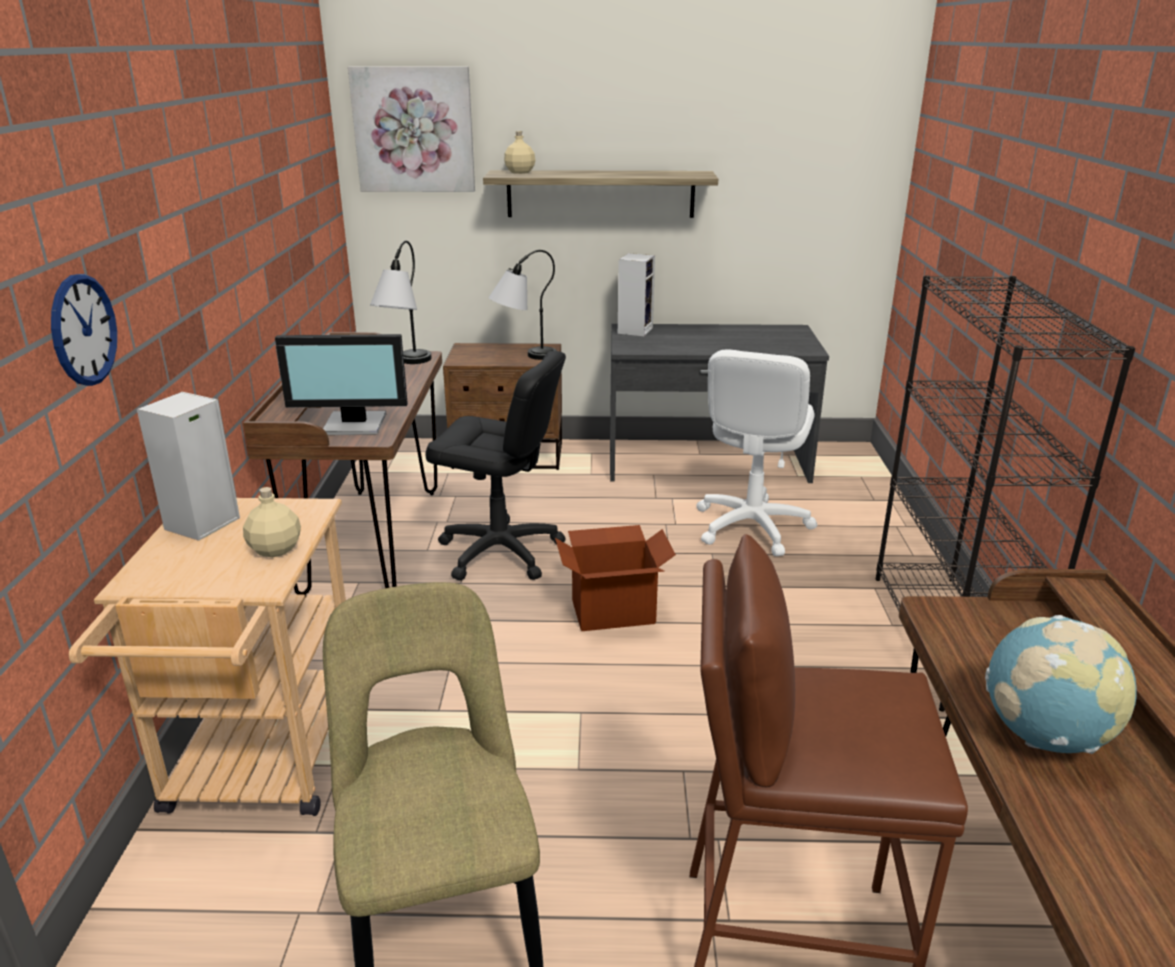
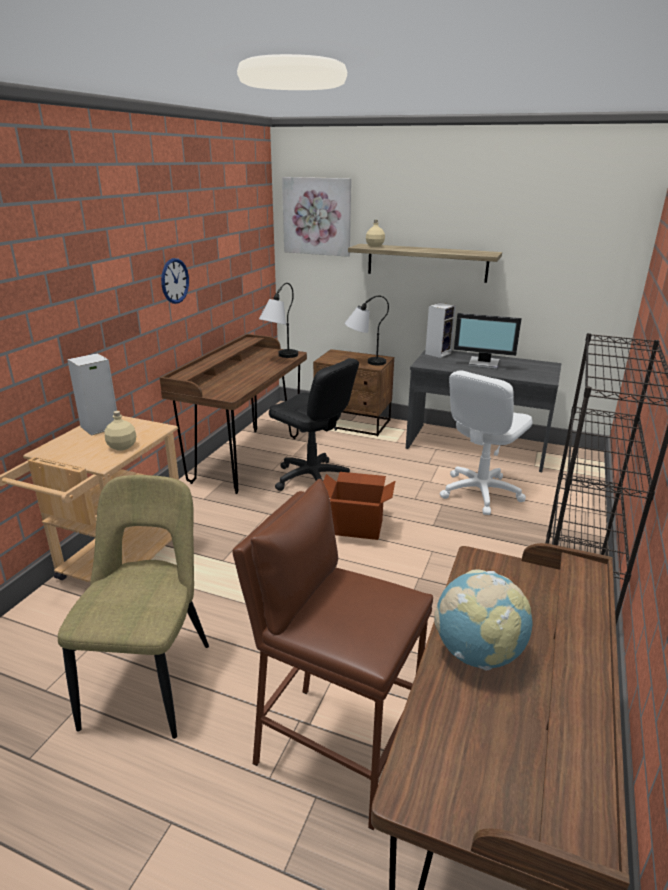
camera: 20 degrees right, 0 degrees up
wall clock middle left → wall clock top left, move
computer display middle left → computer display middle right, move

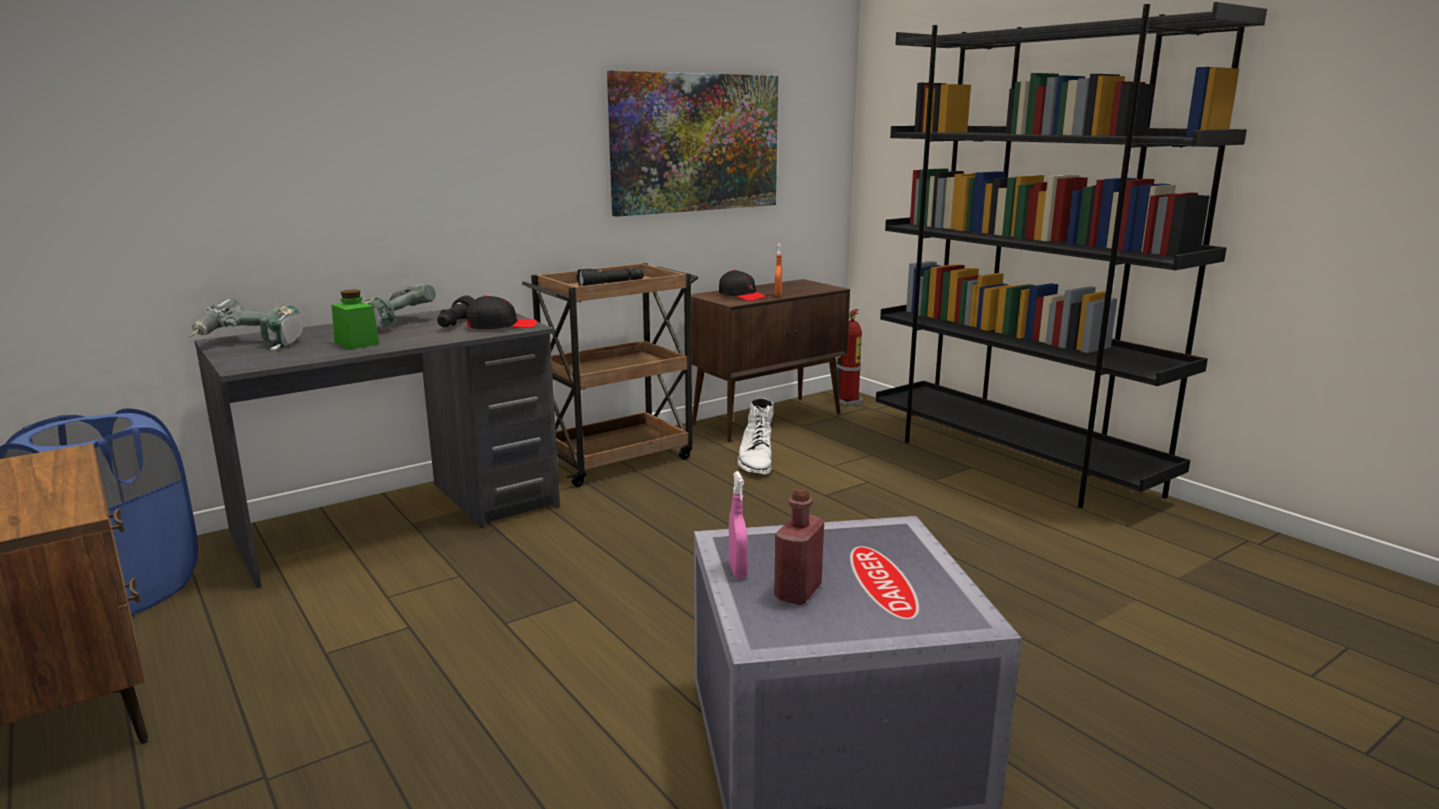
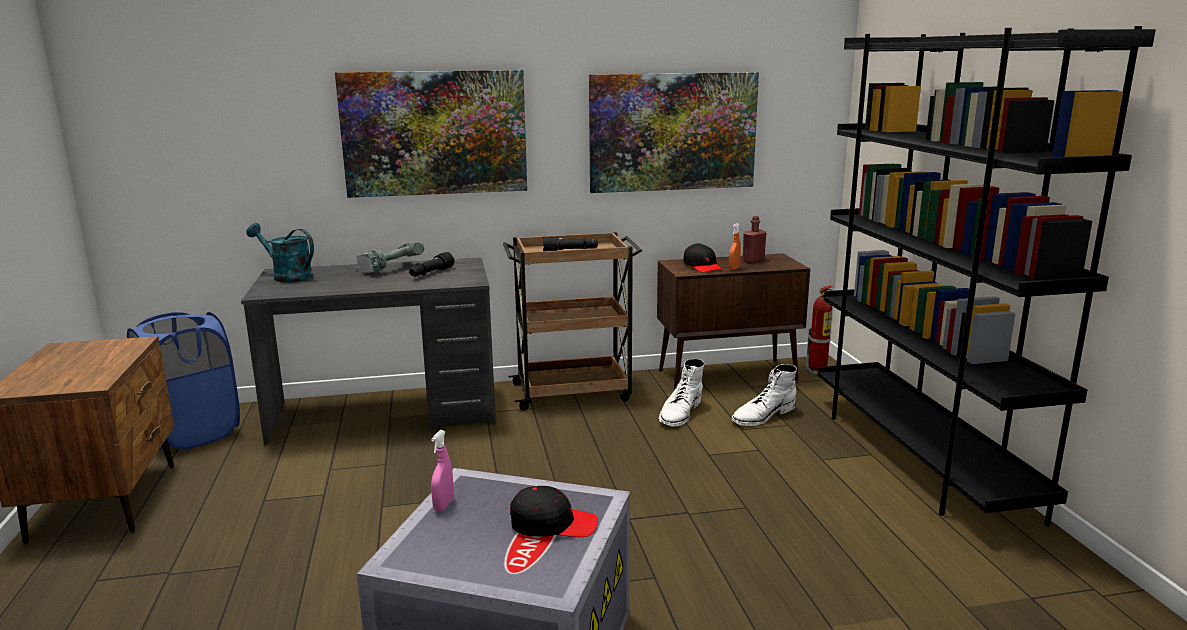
camera: 25 degrees right, 0 degrees up
green-coloured storage jar middle left → -
- → wall picture (1st from left) top centre
- → whitish tall boot (2nd from left) centre
black-coloured cap (1st from left) centre → black-coloured cap (1st from left) bottom centre, move
red-coloured bottle bottom centre → red-coloured bottle centre, move
power drill (1st from left) middle left → blue-green sprinkling can middle left

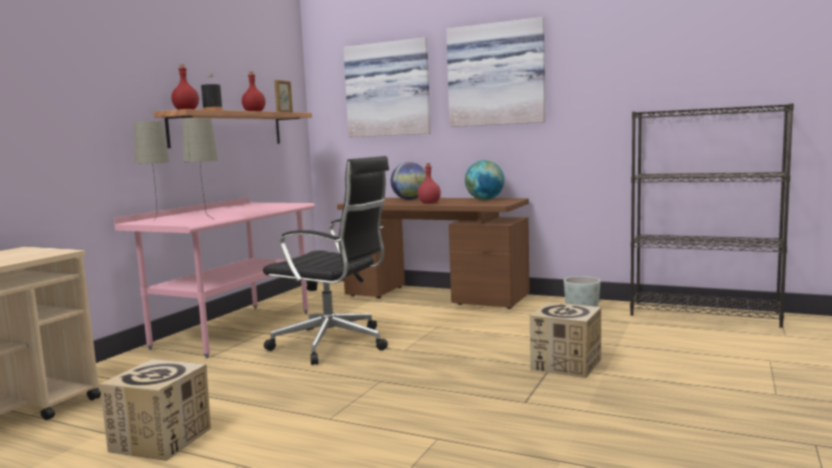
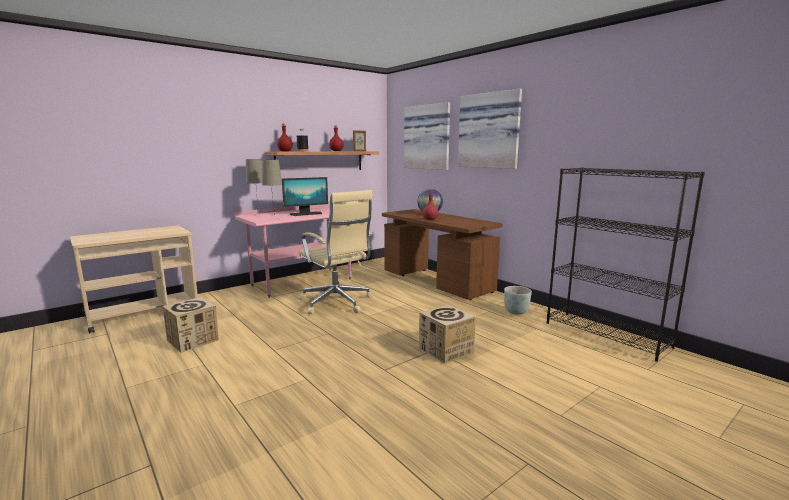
camera: 25 degrees right, 5 degrees up
world globe (2nd from left) centre → -
- → computer display centre
black-coloured office chair centre → sand-coloured office chair centre

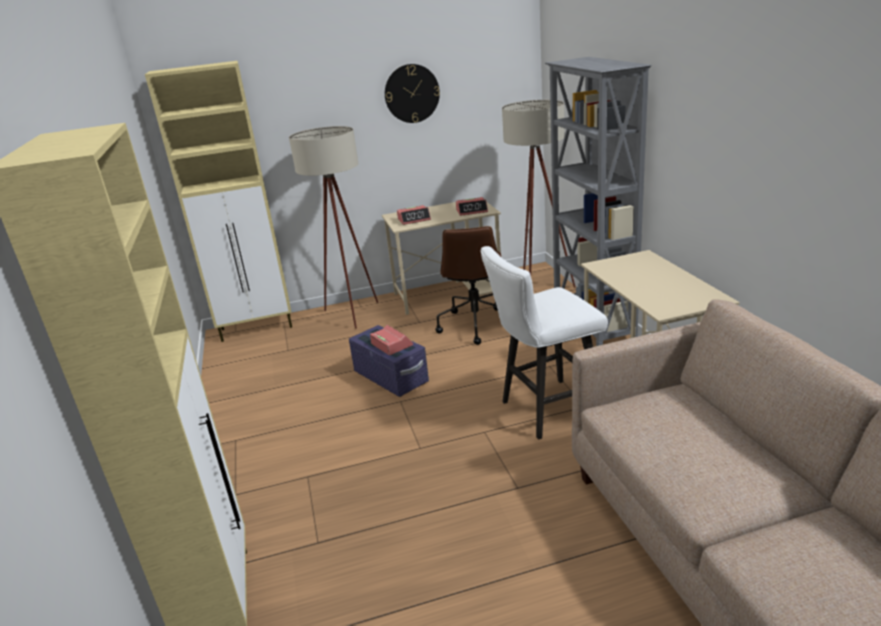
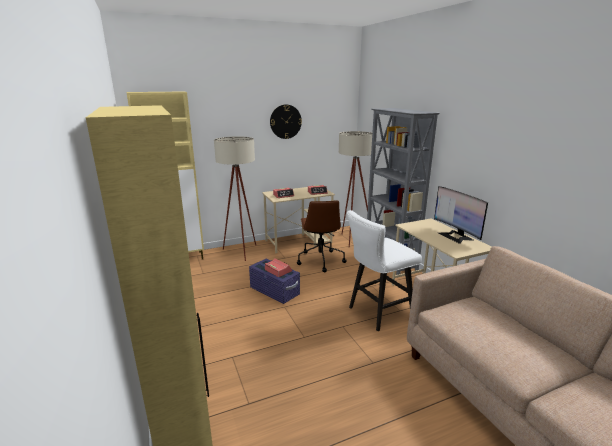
camera: 10 degrees left, 5 degrees down
- → computer display middle right

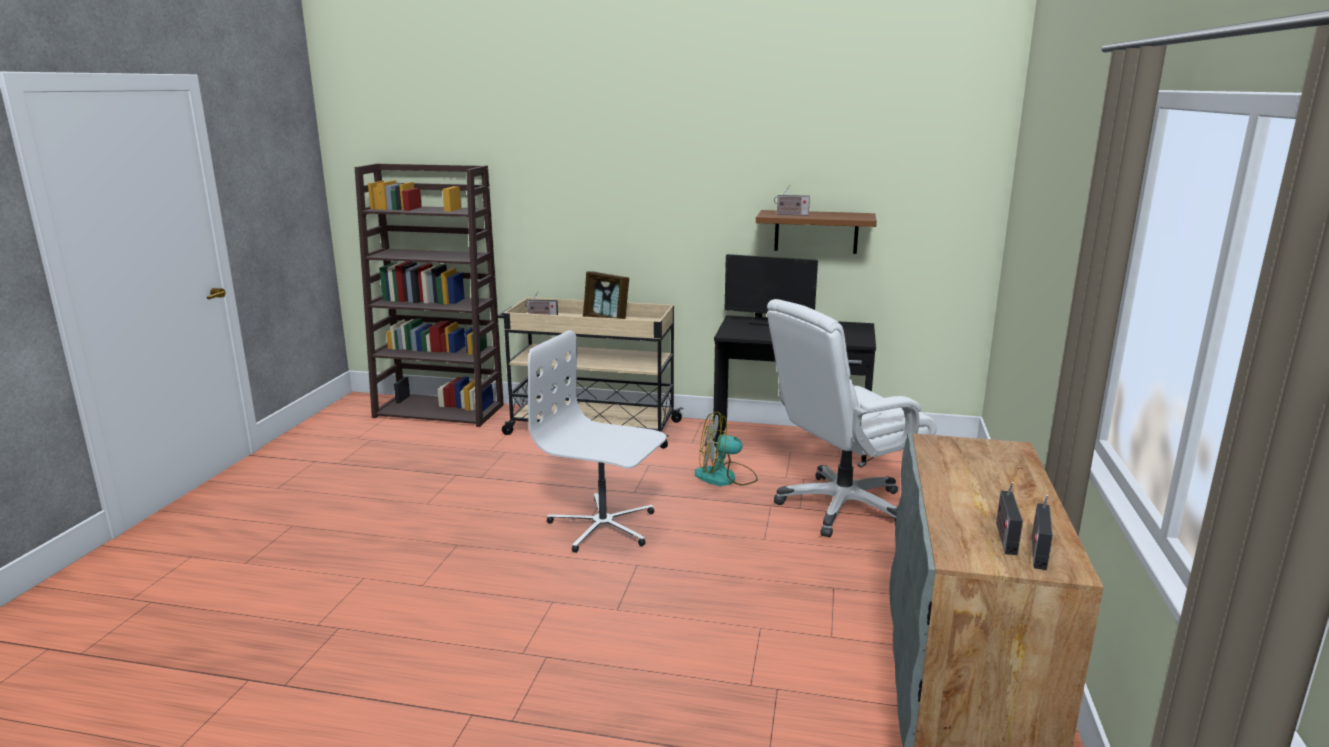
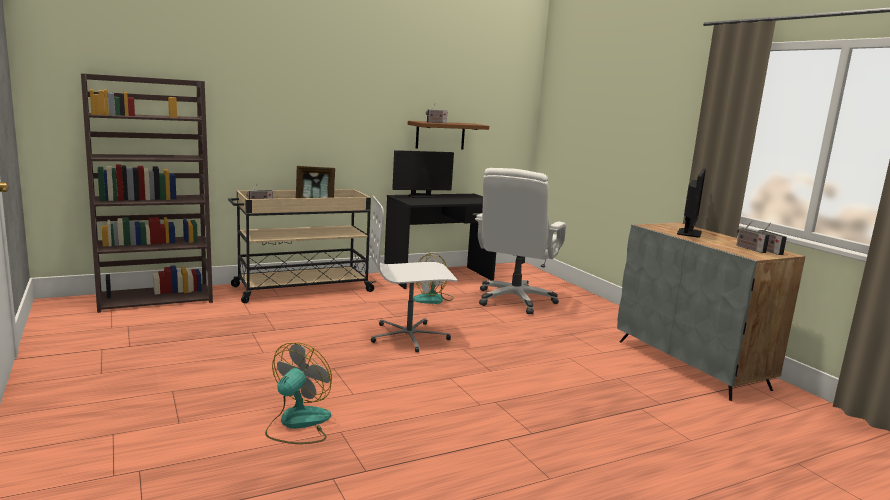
camera: 40 degrees left, 5 degrees down
- → cooling fan (1st from left) bottom centre
- → computer display (2nd from left) middle right

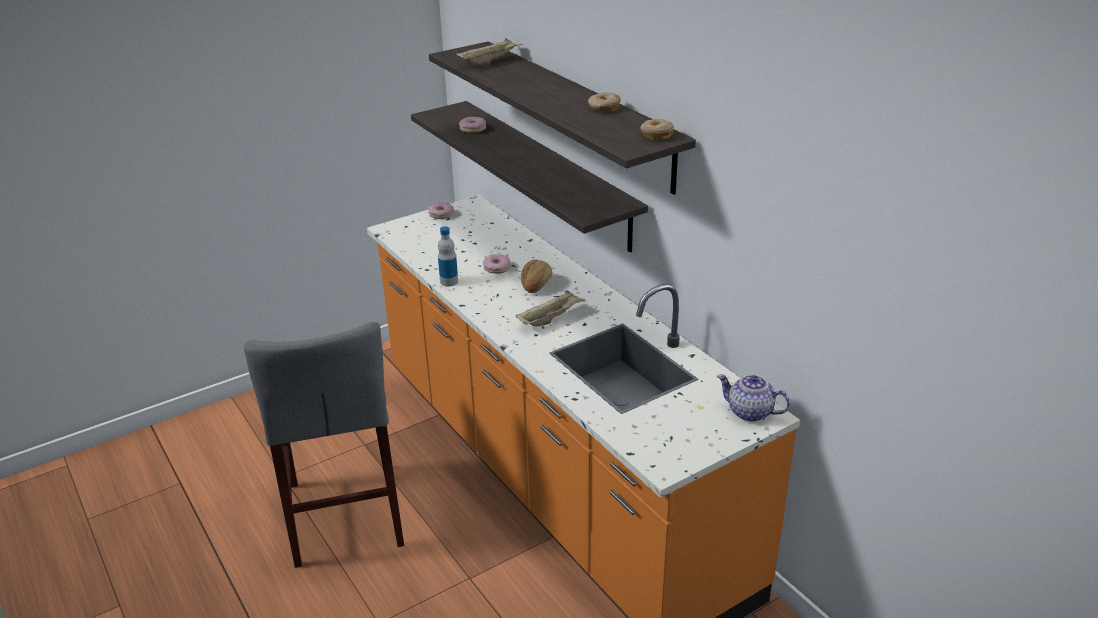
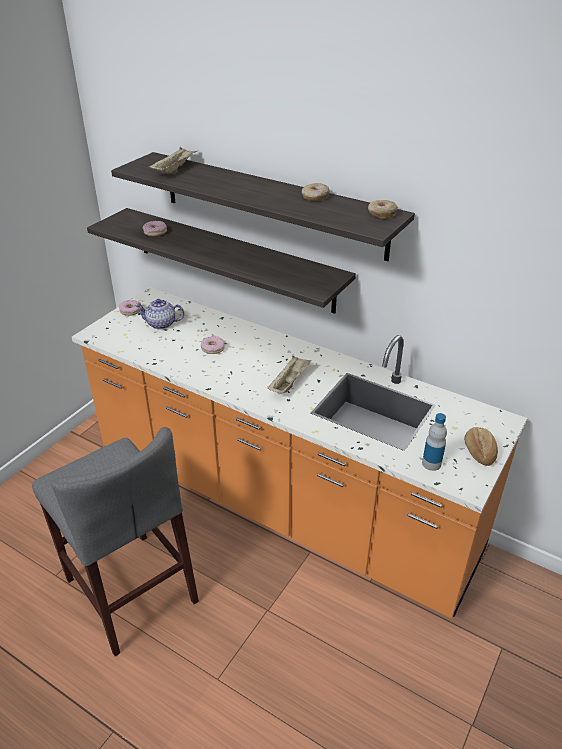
camera: 25 degrees left, 5 degrees up
bottle centre → bottle middle right, move
bakery bread centre → bakery bread middle right, move
pot for tea middle right → pot for tea middle left, move

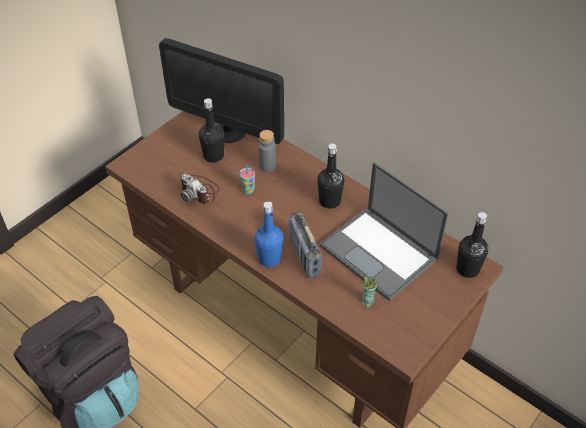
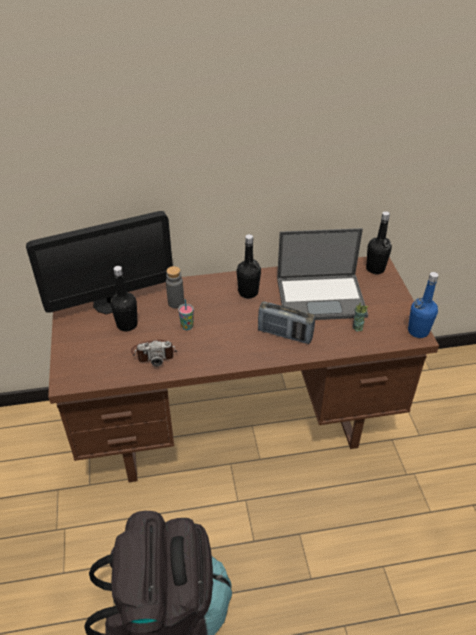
camera: 50 degrees left, 5 degrees down
bluish bottle centre → bluish bottle middle right, move

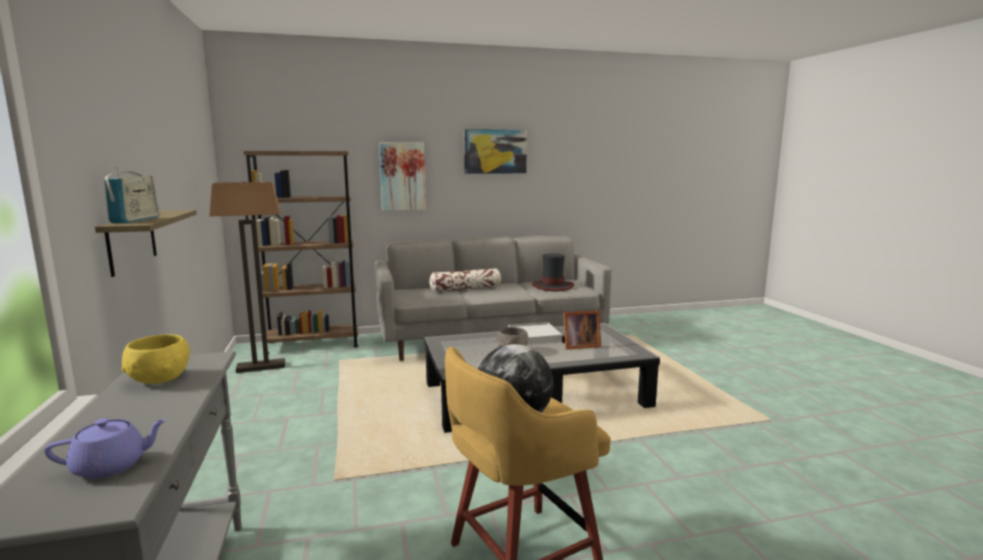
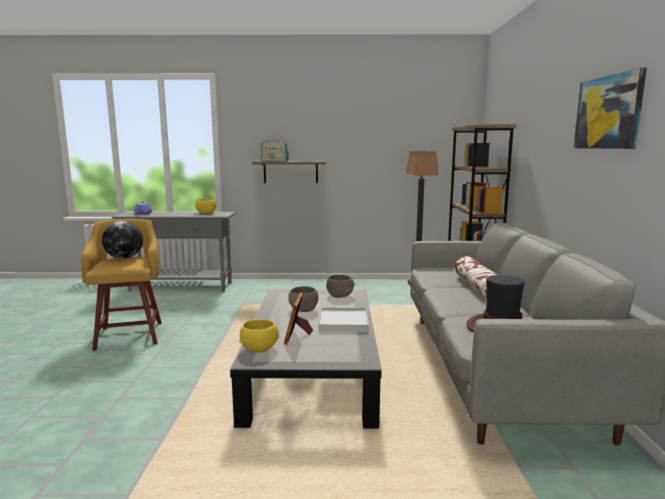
camera: 105 degrees right, 0 degrees up
wall picture (1st from left) top centre → -
- → yellow serving bowl (2nd from left) bottom centre
- → grey serving bowl (2nd from left) centre

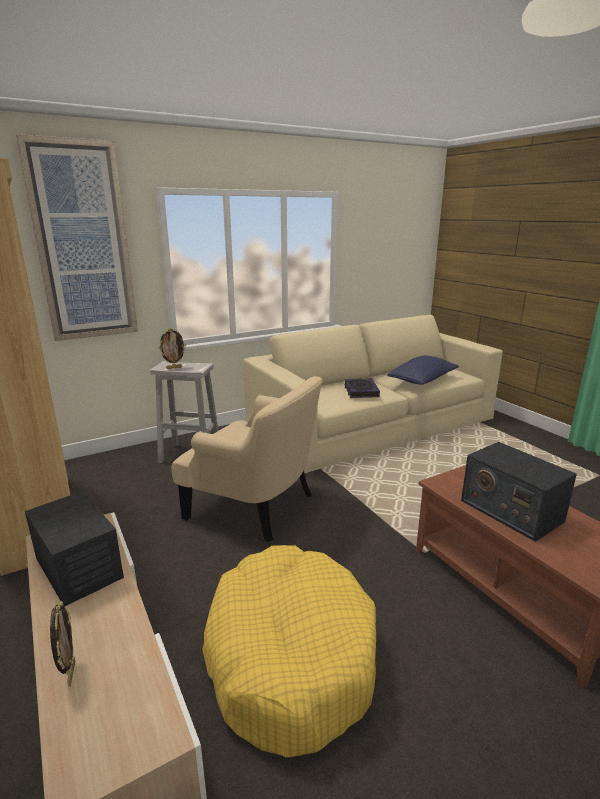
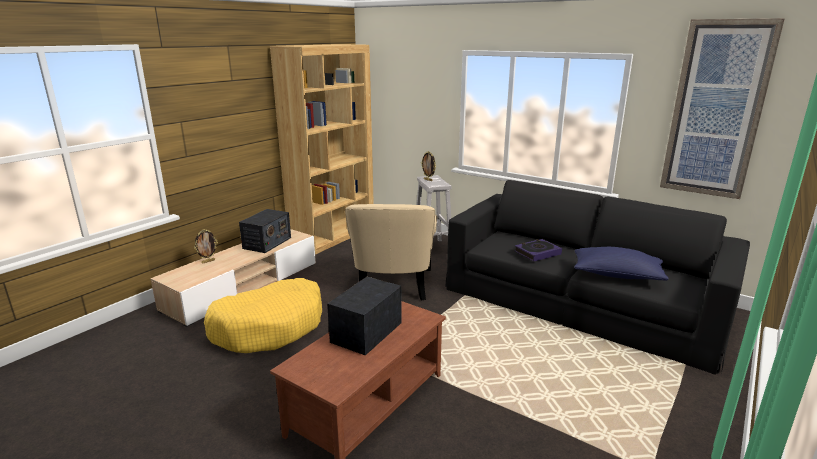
camera: 65 degrees right, 0 degrees up
wall picture top left → wall picture top right, move
sand-coloured sofa centre → black-coloured sofa middle right

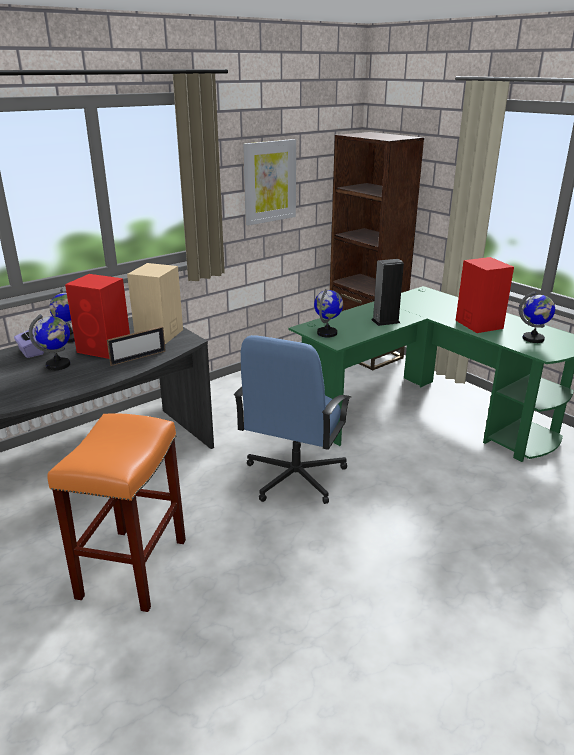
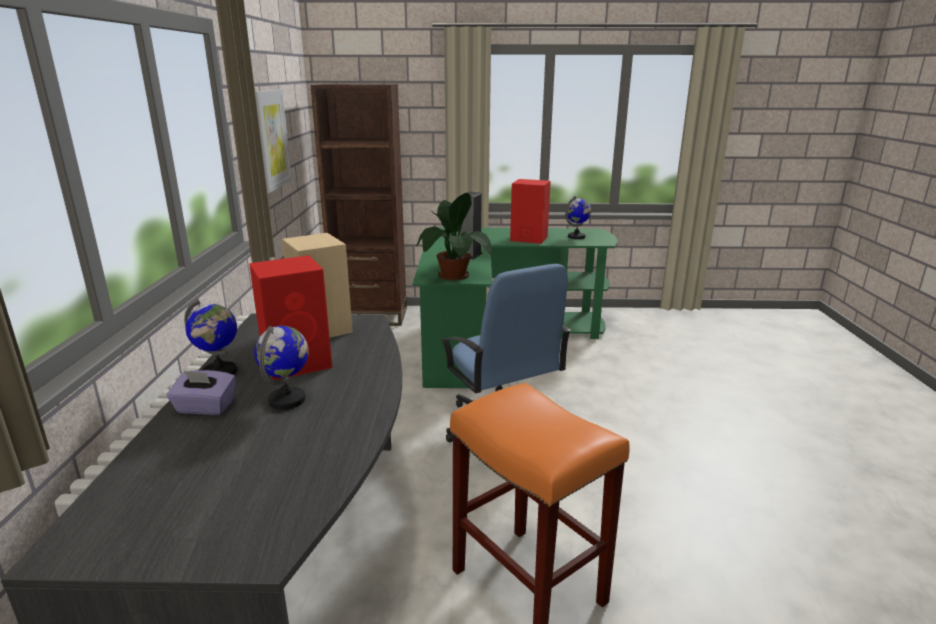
camera: 50 degrees left, 5 degrees down
photo frame middle left → -
world globe (3rd from left) centre → potted plant centre

